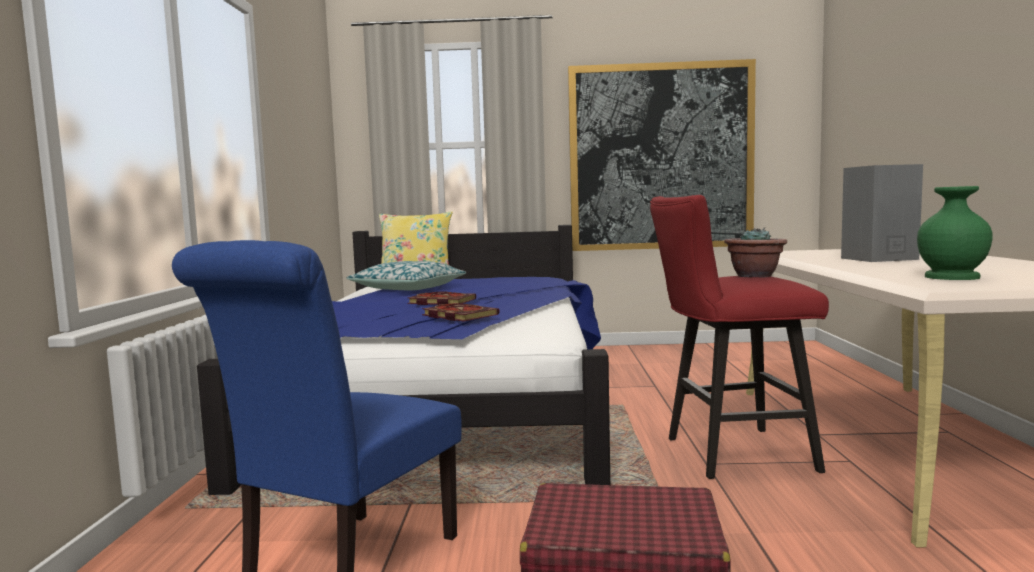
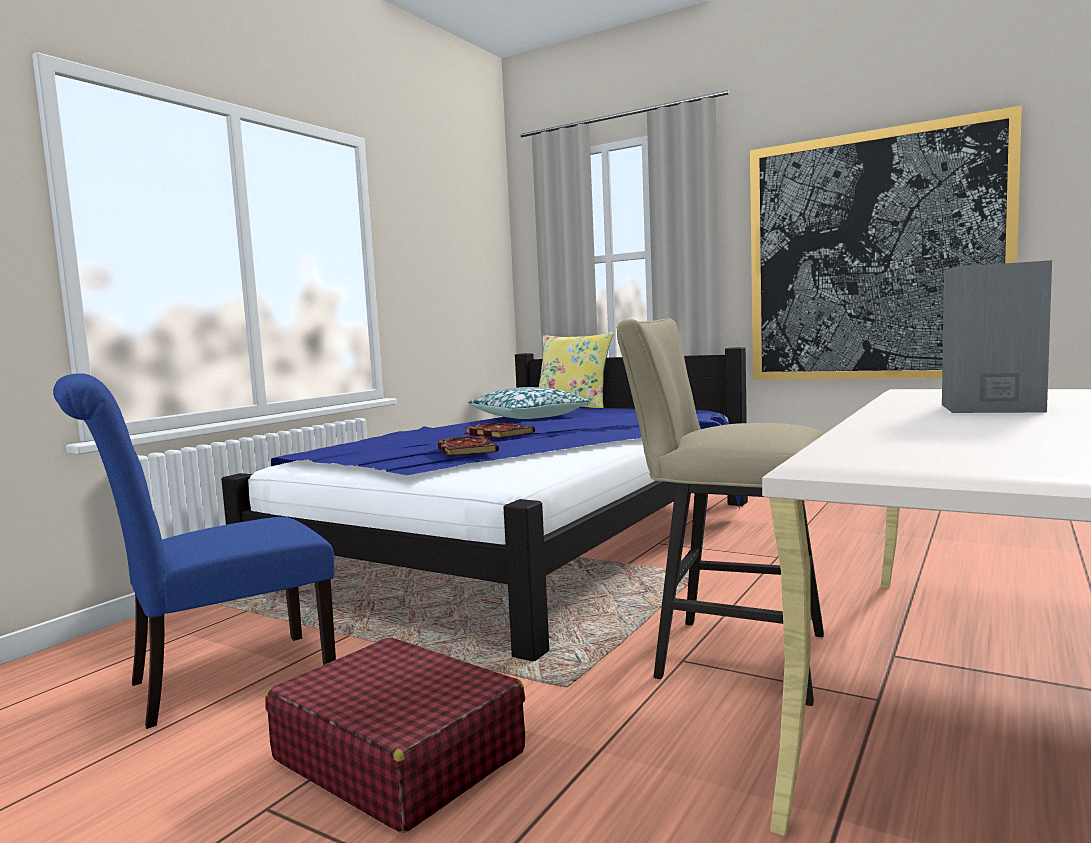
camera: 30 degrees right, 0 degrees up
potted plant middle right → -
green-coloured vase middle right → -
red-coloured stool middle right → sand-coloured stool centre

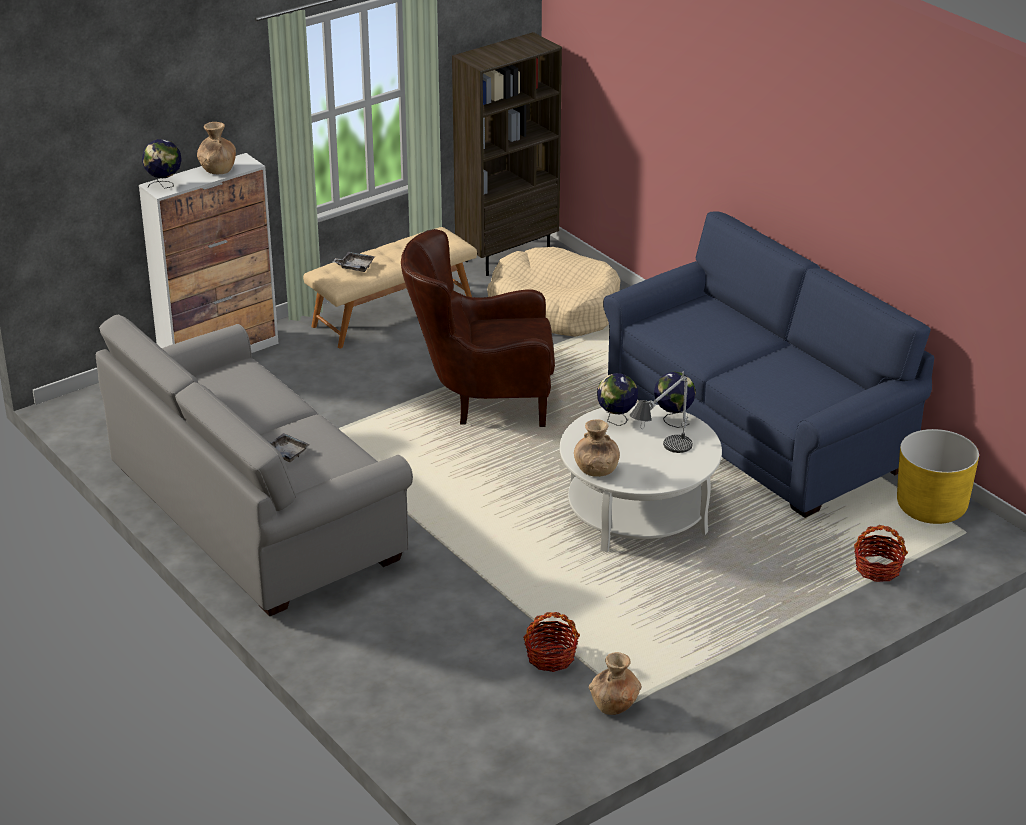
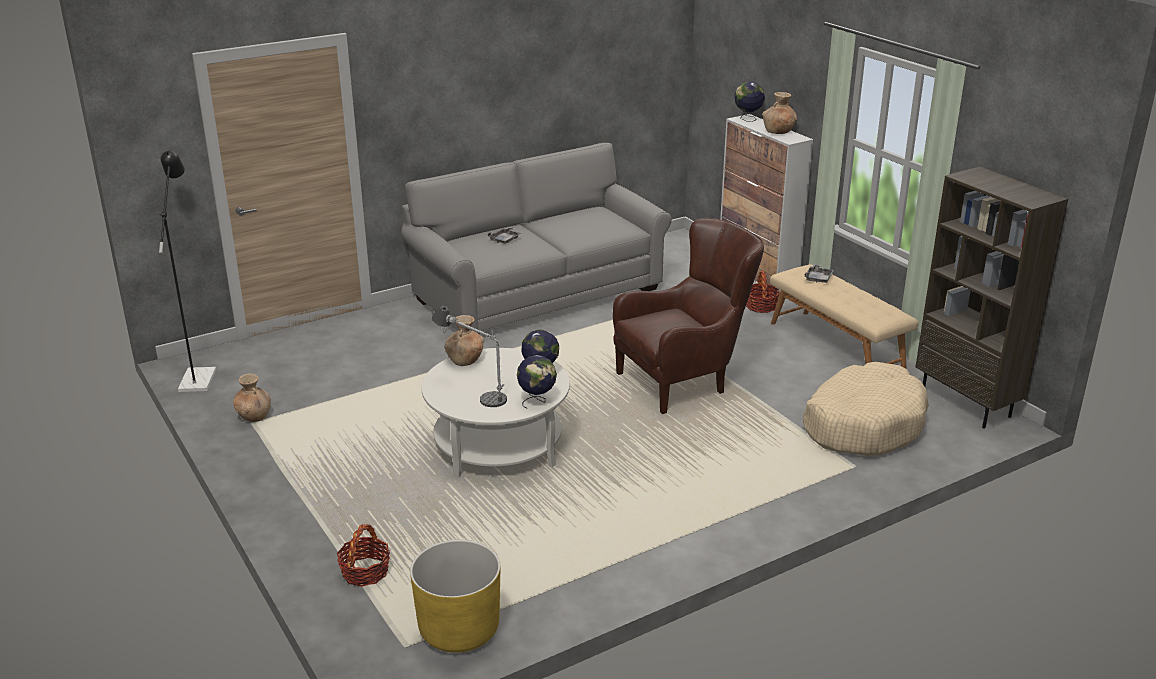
camera: 95 degrees right, 5 degrees down
bluish sofa middle right → -
- → black-coloured floor lamp middle left
basket (1st from left in the first image) bottom centre → basket (2nd from left) centre, move
brown lounge chair centre, 60 degrees clockwise

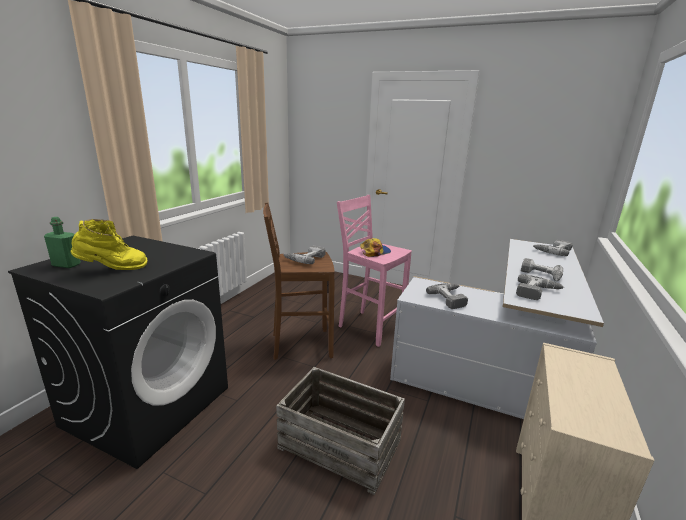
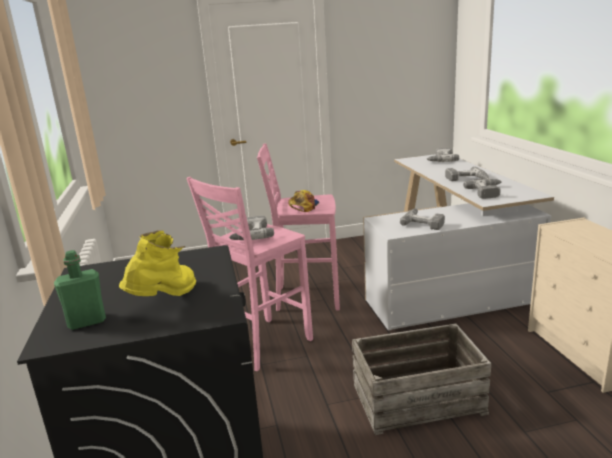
camera: 35 degrees left, 0 degrees up
brown stool centre → pink-coloured stool (1st from left) centre

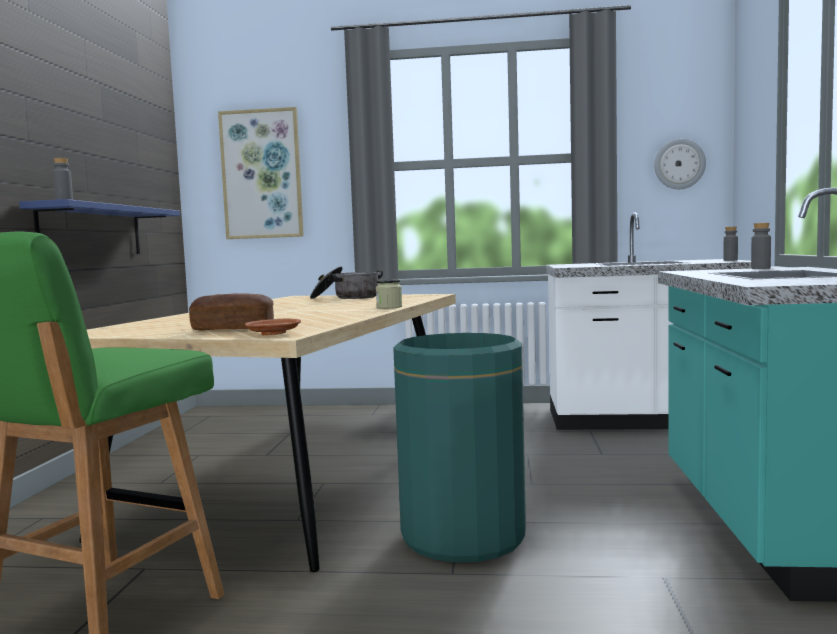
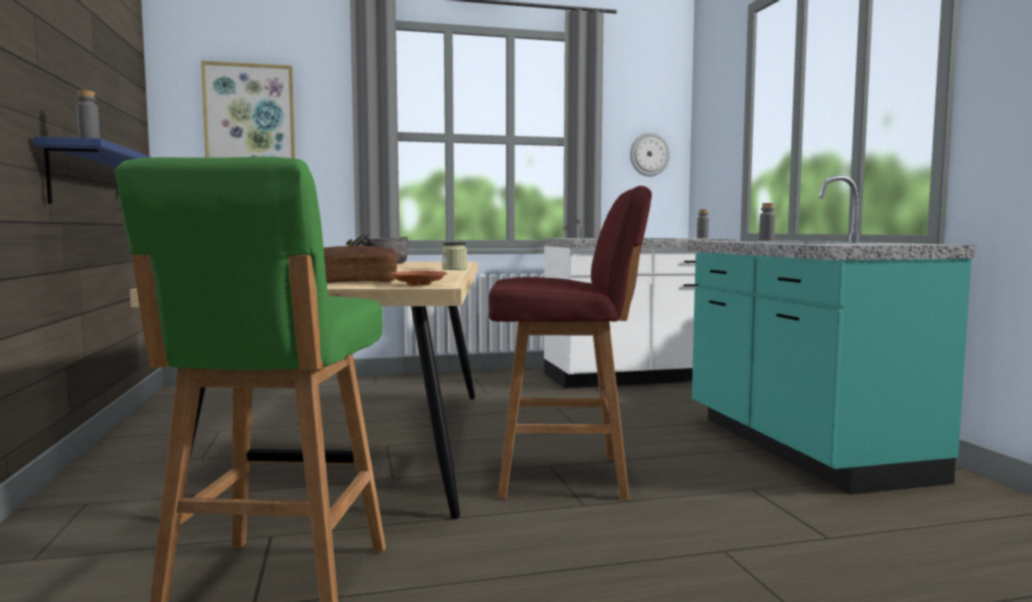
camera: 20 degrees left, 0 degrees up
green-coloured trash can bottom centre → red-coloured stool centre

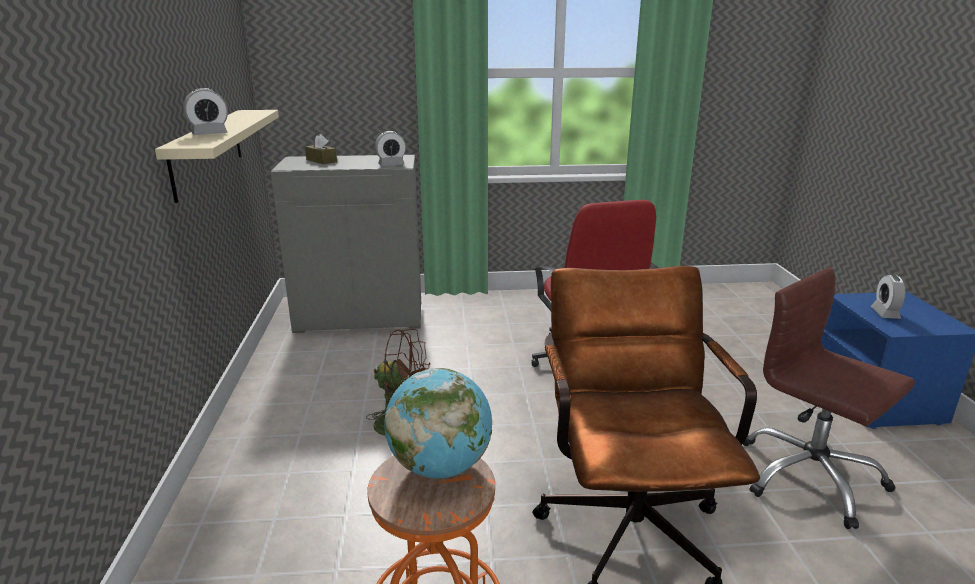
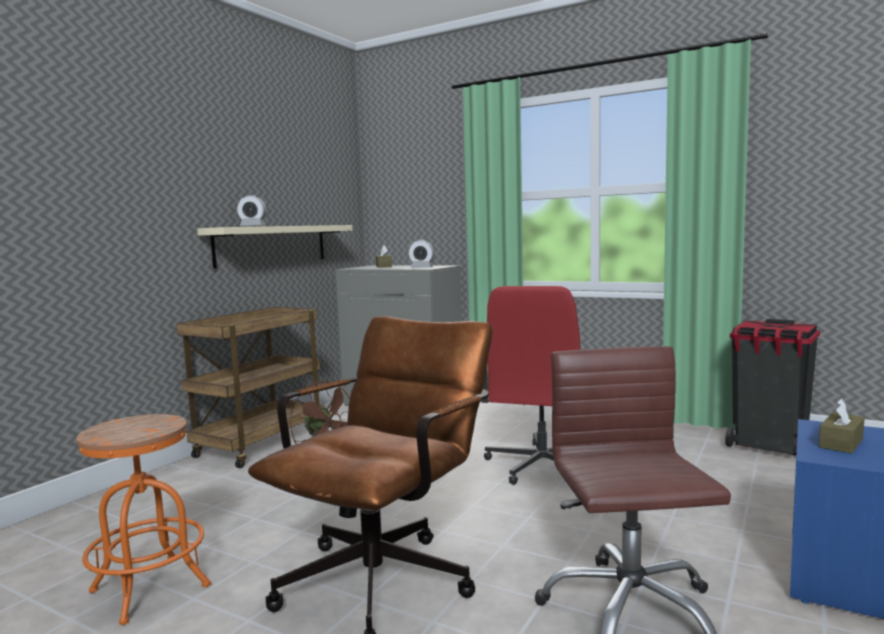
camera: 35 degrees right, 15 degrees down
world globe bottom centre → -
- → brown cart middle left
- → black-coloured trash can middle right
table clock (3rd from left) middle right → brown tissue holder (2nd from left) bottom right

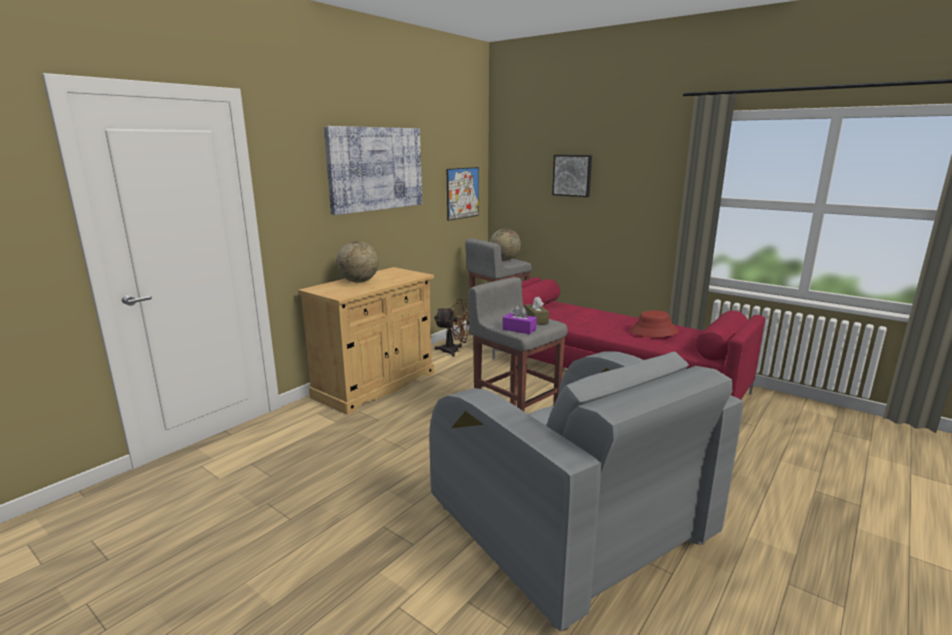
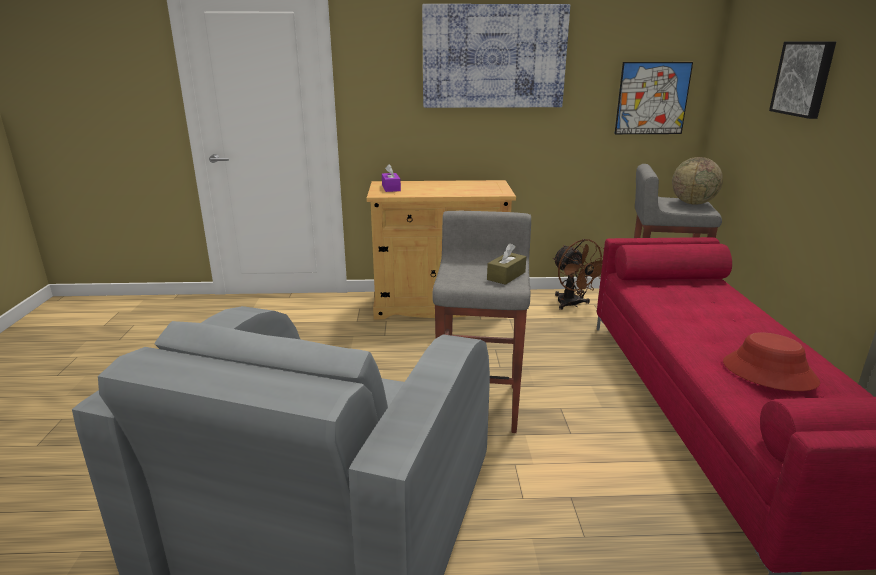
camera: 50 degrees right, 5 degrees up
world globe (1st from left) centre → -
purple-coloured tissue holder centre → purple-coloured tissue holder top centre, move

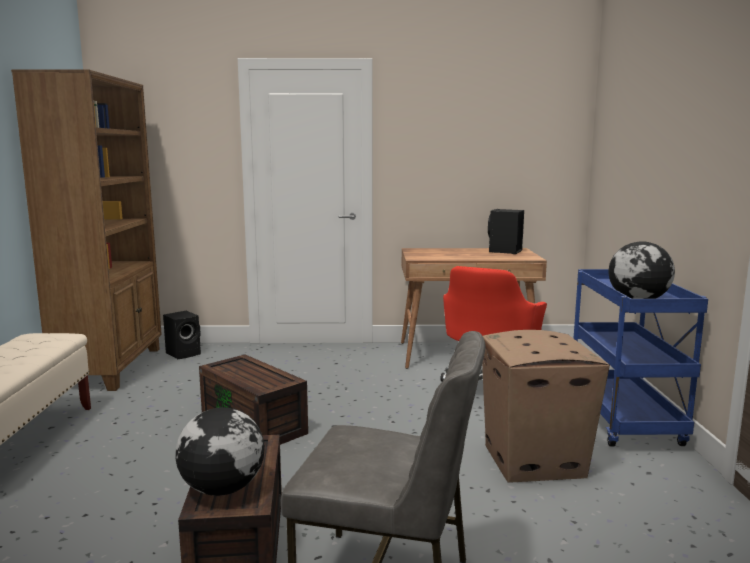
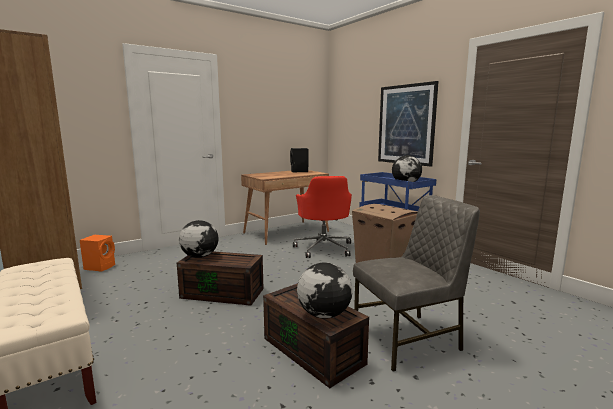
camera: 35 degrees left, 0 degrees up
- → world globe (1st from left) middle left
- → wall picture top centre
black-coloured speaker (1st from left) middle left → orange speaker middle left

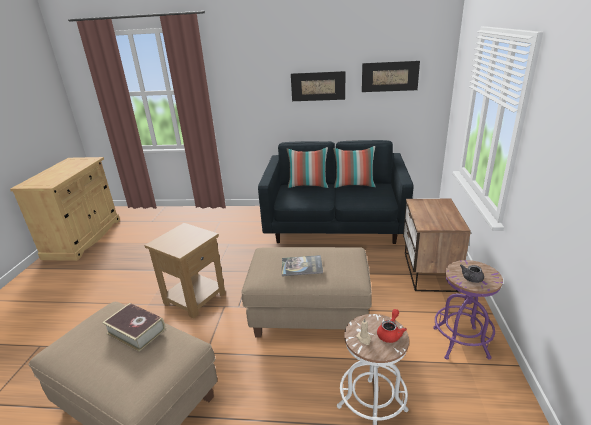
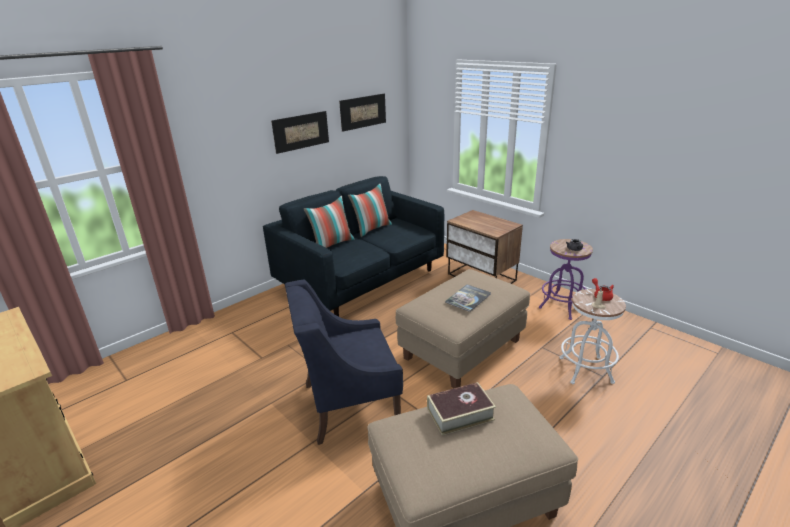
camera: 50 degrees left, 0 degrees up
brown side table middle left → bluish lounge chair bottom centre

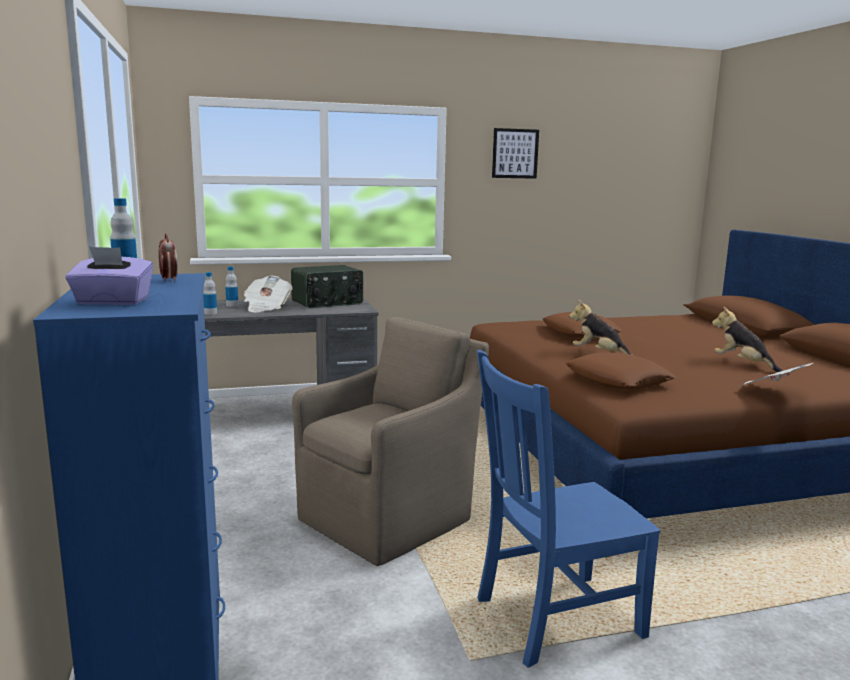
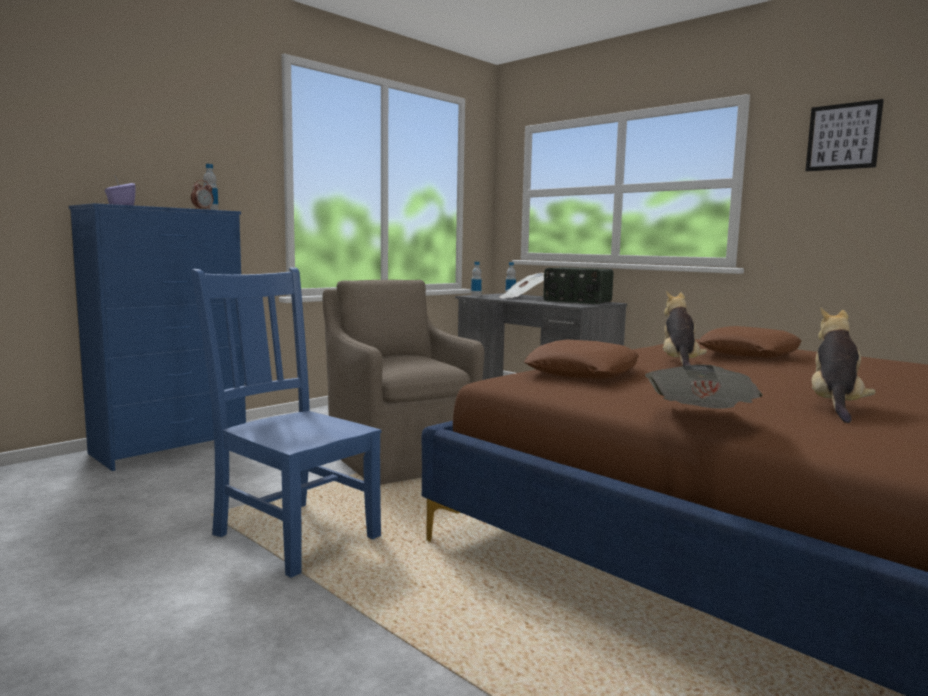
camera: 60 degrees right, 5 degrees down
brown lounge chair centre, 135 degrees counterclockwise

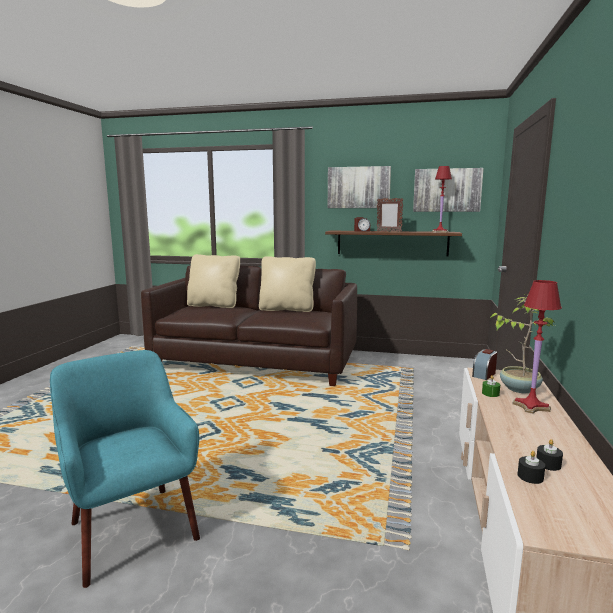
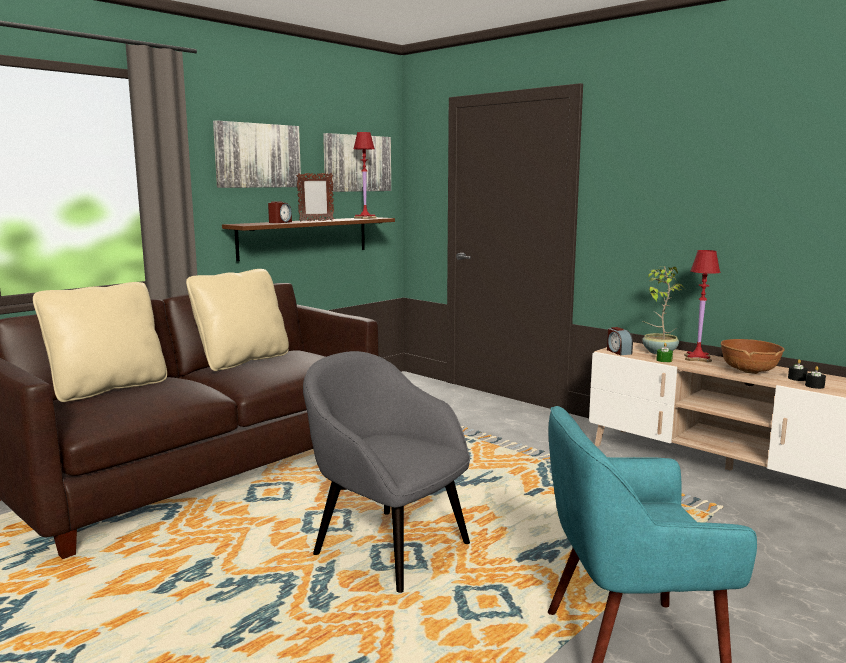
camera: 60 degrees left, 0 degrees up
- → grey lounge chair bottom centre
- → brown serving bowl middle right

